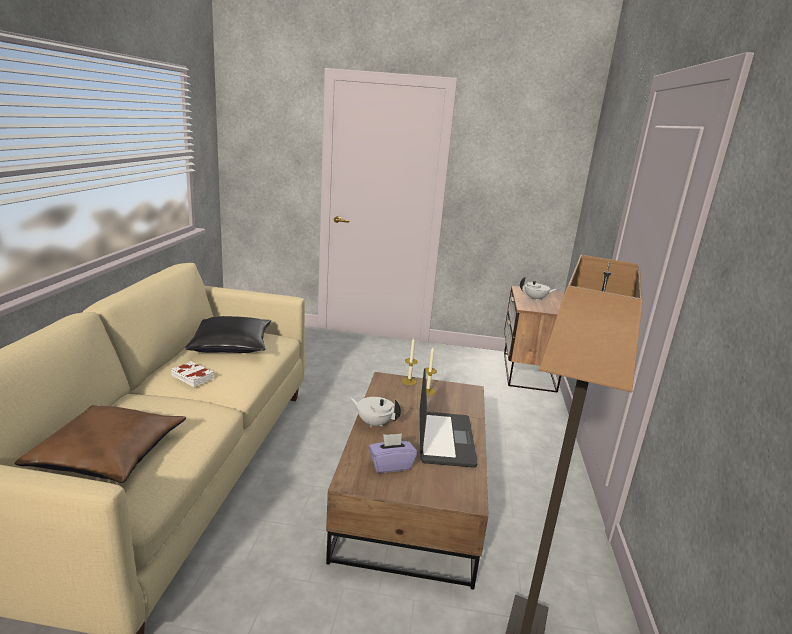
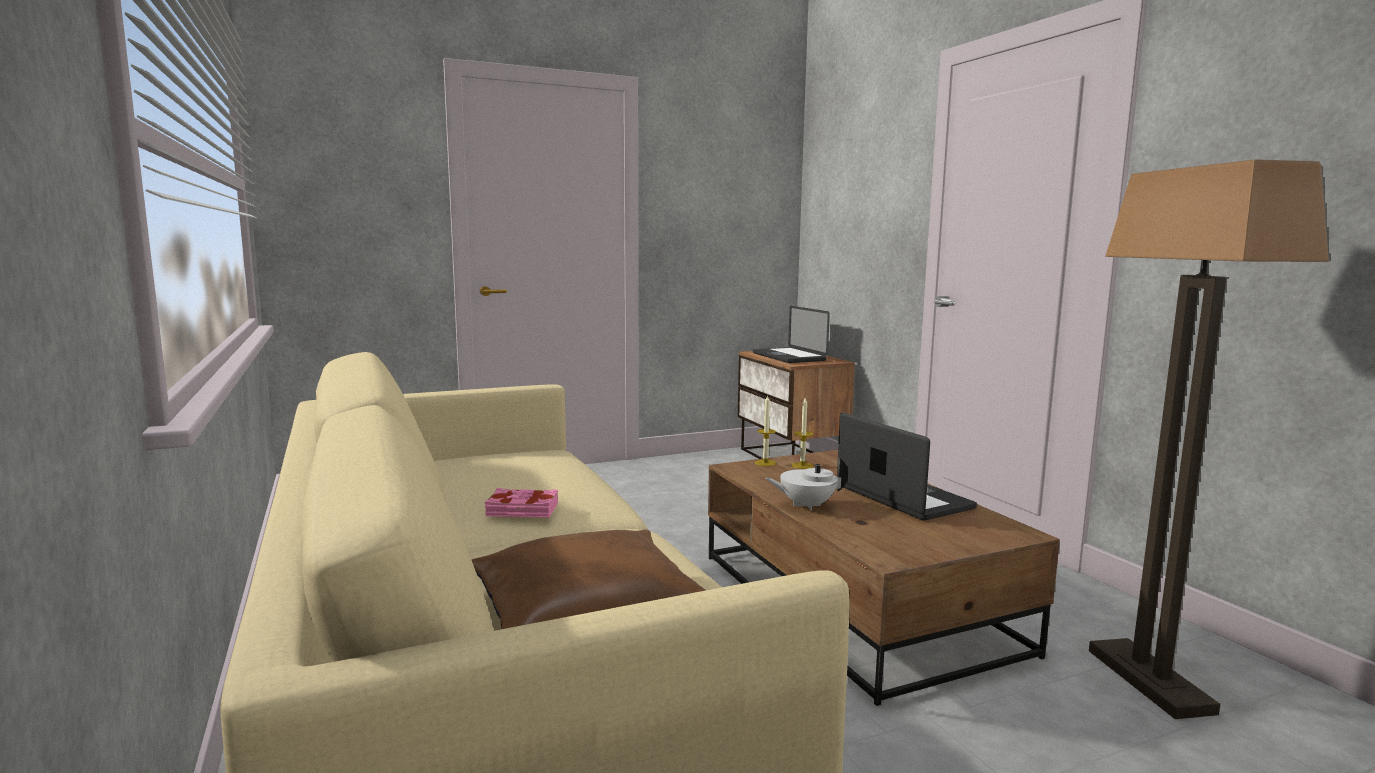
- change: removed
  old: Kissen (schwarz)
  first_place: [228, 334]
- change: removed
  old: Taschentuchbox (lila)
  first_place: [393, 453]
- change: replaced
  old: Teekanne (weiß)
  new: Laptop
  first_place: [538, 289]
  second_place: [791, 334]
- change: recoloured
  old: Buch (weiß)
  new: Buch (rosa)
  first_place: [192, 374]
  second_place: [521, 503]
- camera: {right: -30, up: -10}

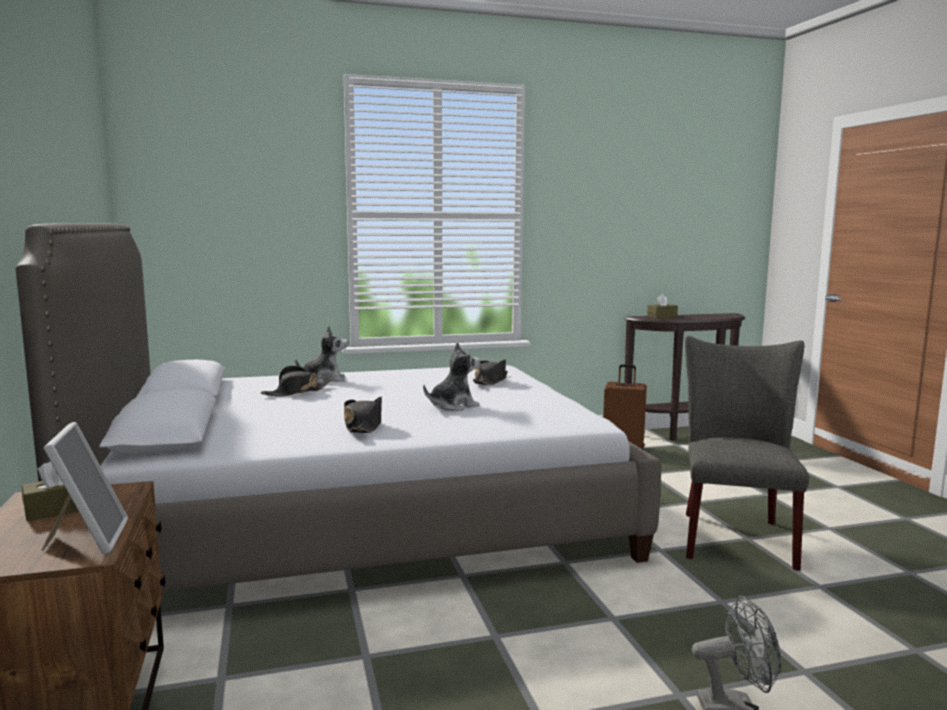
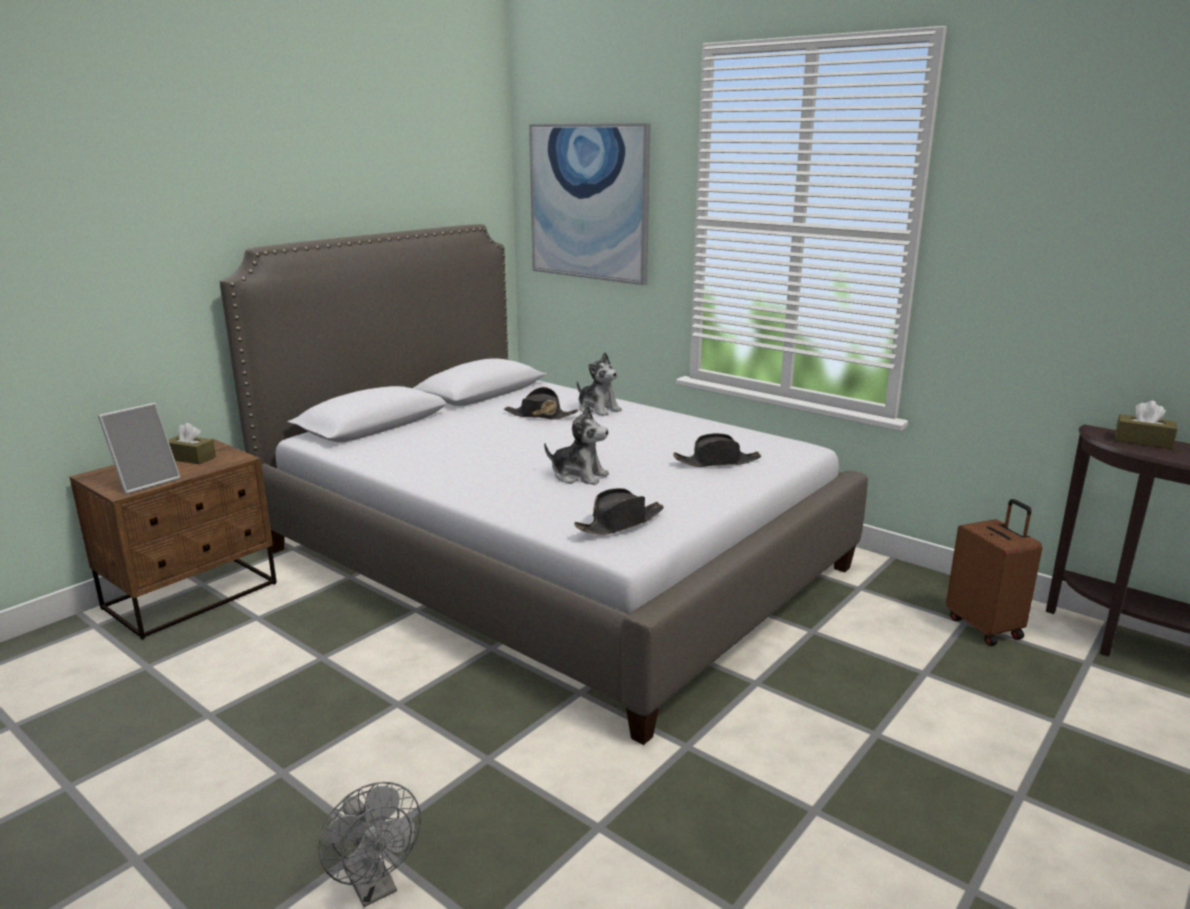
- change: removed
  old: Stuhl (grau)
  first_place: [747, 453]
- change: added
  new: Bild
  second_place: [590, 204]
- change: moved
  old: Hut (schwarz)
  first_place: [363, 414]
  second_place: [619, 511]
- camera: {right: 55, up: 10}

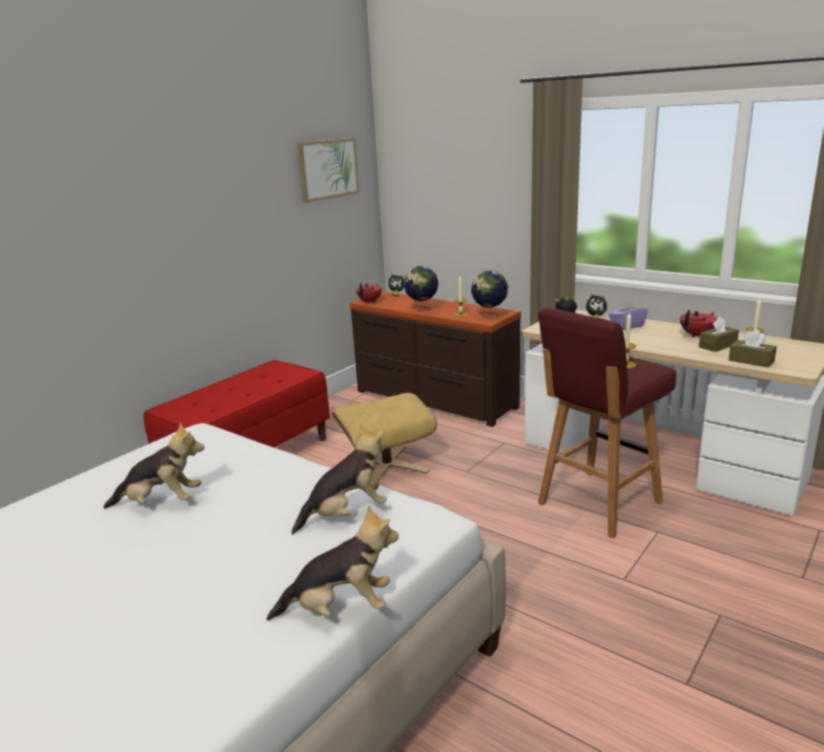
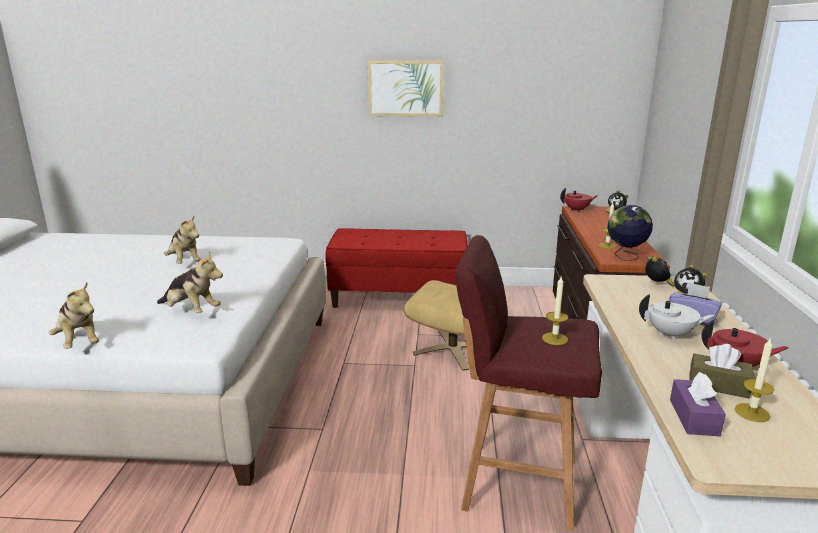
- change: removed
  old: Globus
  first_place: [421, 288]
- change: added
  new: Teekanne (weiß)
  second_place: [677, 317]
- change: moved
  old: Bild
  first_place: [328, 170]
  second_place: [405, 88]
- change: recoloured
  old: Taschentuchbox (braun)
  new: Taschentuchbox (lila)
  first_place: [753, 349]
  second_place: [698, 404]
- camera: {right: 55, up: 0}

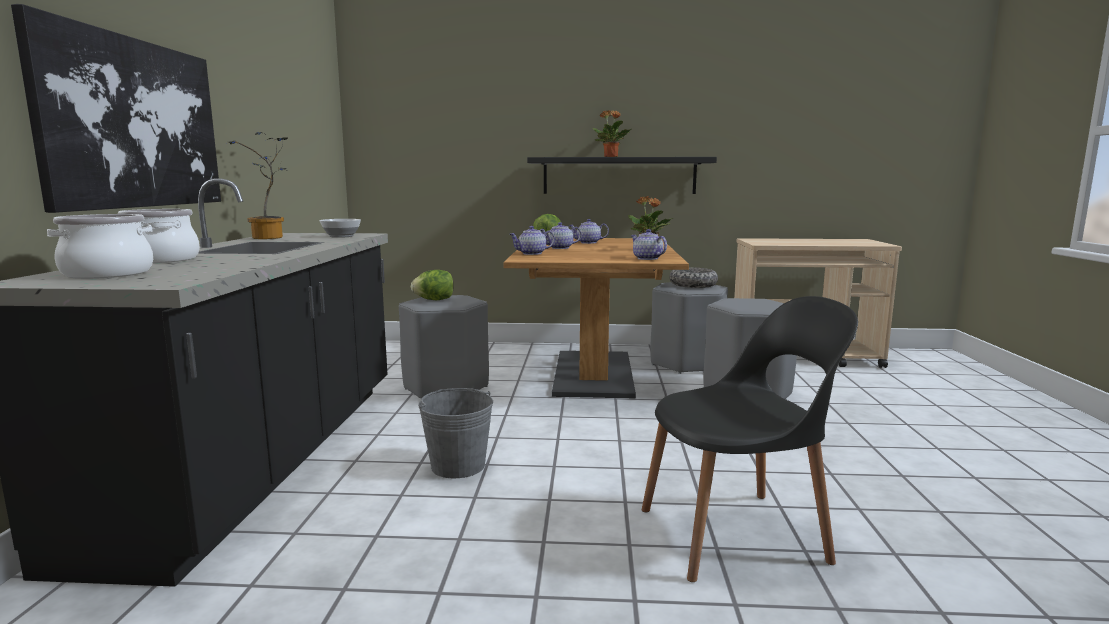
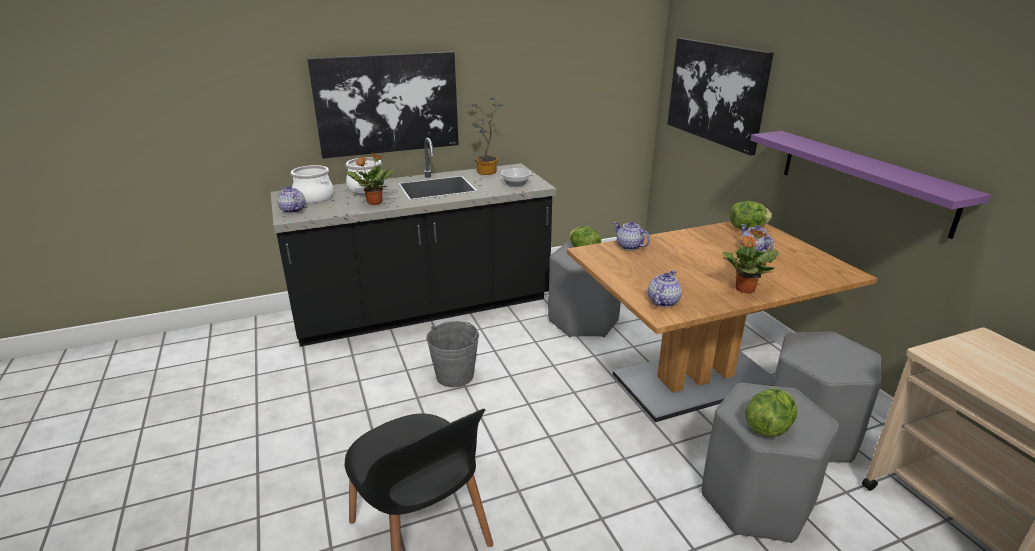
- change: removed
  old: Schüssel
  first_place: [693, 277]
- change: added
  new: Bild
  second_place: [721, 97]
- change: added
  new: Salatkopf
  second_place: [771, 413]
- change: moved
  old: Teekanne
  first_place: [560, 235]
  second_place: [291, 199]
- change: moved
  old: Topfpflanze
  first_place: [612, 133]
  second_place: [370, 178]
- change: recoloured
  old: Wandregal (schwarz)
  new: Wandregal (lila)
  first_place: [622, 175]
  second_place: [870, 185]
- camera: {right: 65, up: 15}

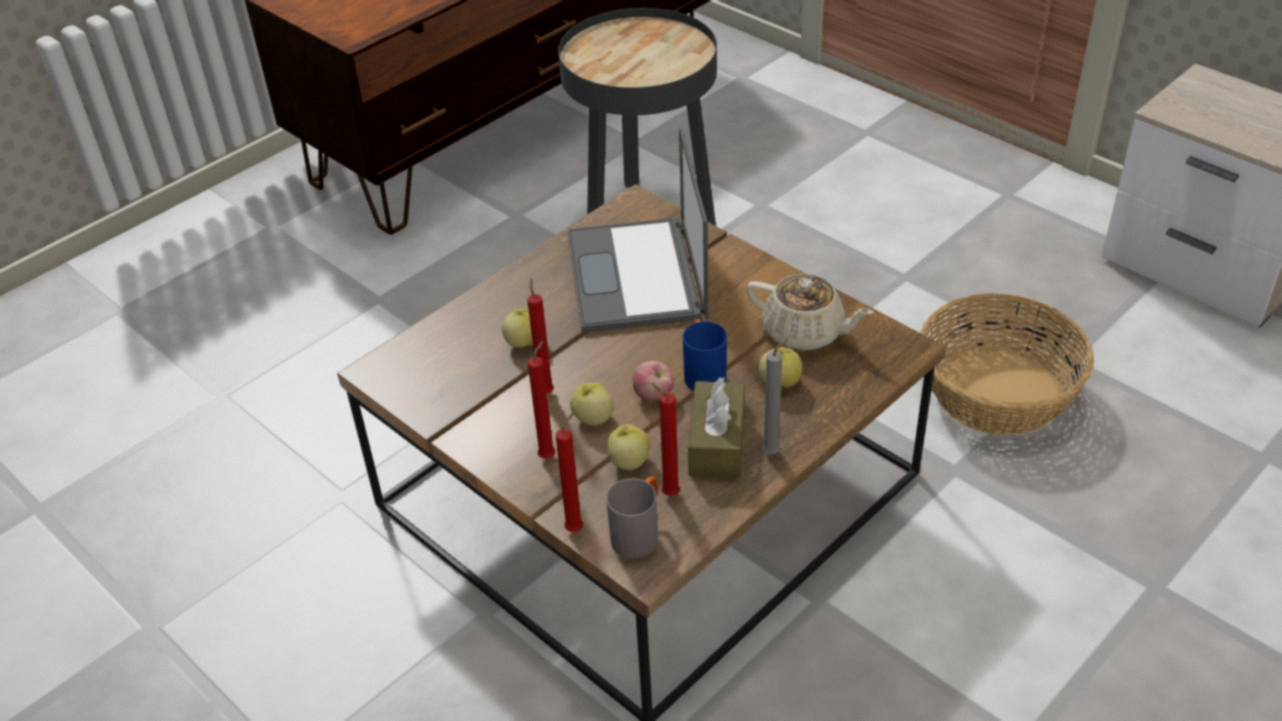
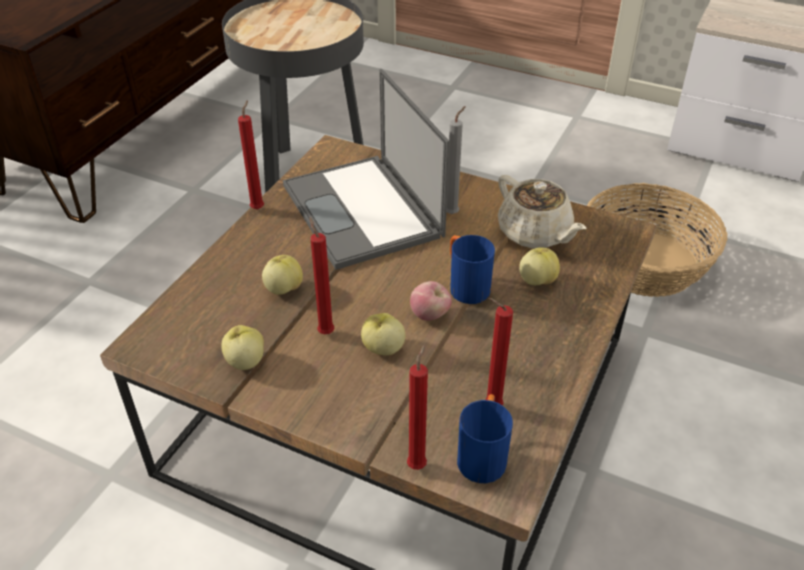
- change: removed
  old: Taschentuchbox (braun)
  first_place: [716, 428]
- change: moved
  old: Kerze (rot)
  first_place: [542, 400]
  second_place: [251, 155]
- change: moved
  old: Apfel
  first_place: [628, 447]
  second_place: [242, 347]
- change: moved
  old: Kerze (grau)
  first_place: [775, 396]
  second_place: [456, 160]
- change: recoloured
  old: Henkelbecher (grau)
  new: Henkelbecher (blau)
  first_place: [632, 517]
  second_place: [485, 438]
- change: turned
  old: Teekanne (beige)
  first_place: [809, 312]
  second_place: [542, 212]
  degrees: 45
- camera: {right: -20, up: 0}

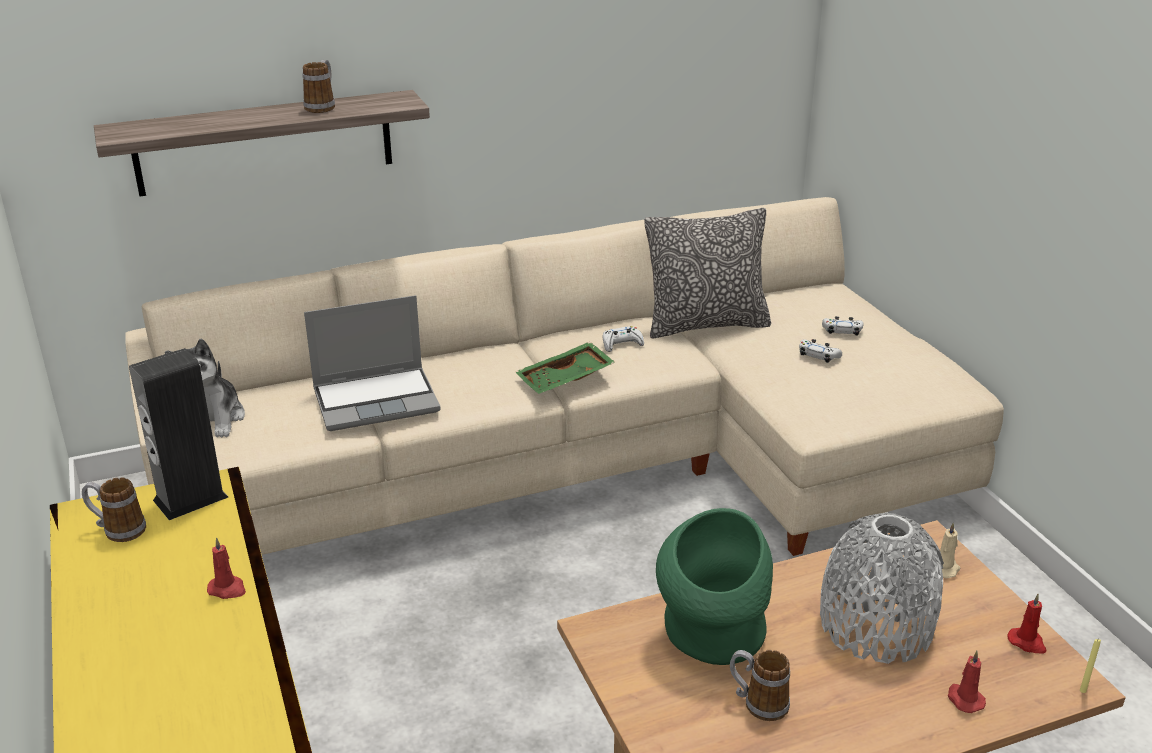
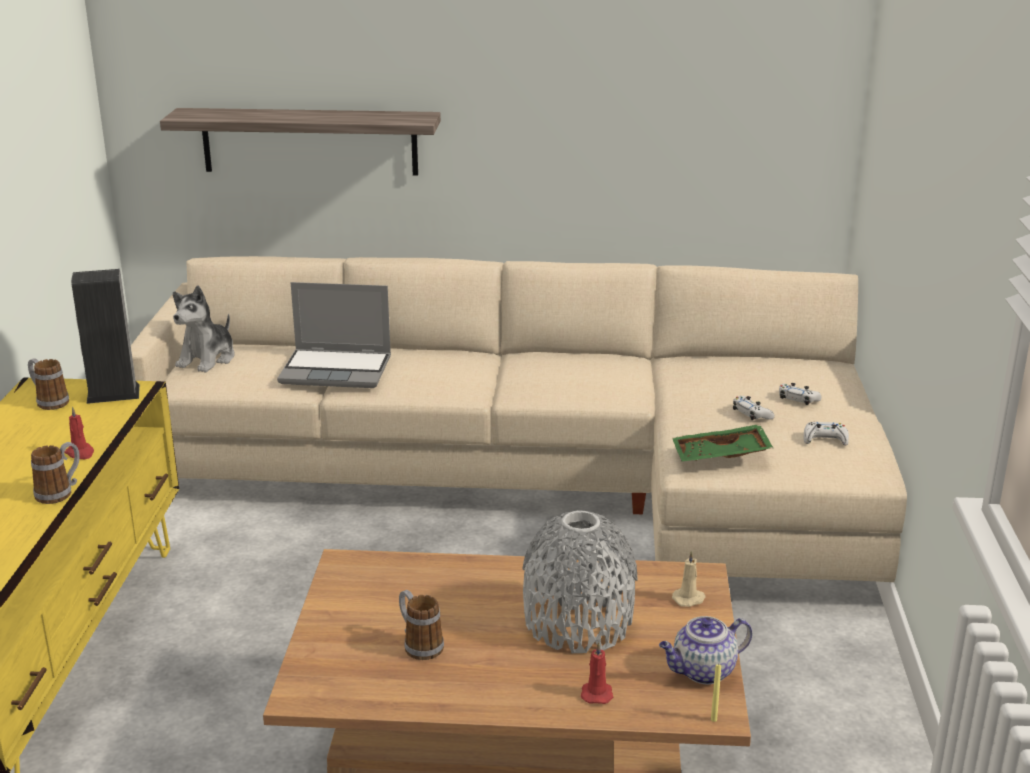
- change: removed
  old: Kissen
  first_place: [708, 273]
- change: removed
  old: Vase (grün)
  first_place: [714, 586]
- change: moved
  old: Henkelbecher
  first_place: [319, 86]
  second_place: [55, 473]
- change: moved
  old: Tablett (grün)
  first_place: [565, 368]
  second_place: [722, 442]
- change: moved
  old: Gamepad (weiß)
  first_place: [623, 339]
  second_place: [826, 434]
- change: replaced
  old: Kerze (rot)
  new: Teekanne
  first_place: [1026, 624]
  second_place: [705, 650]
- camera: {right: 25, up: -5}

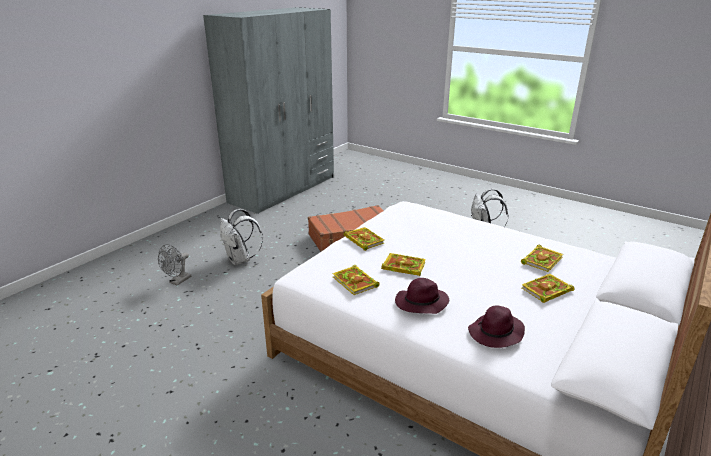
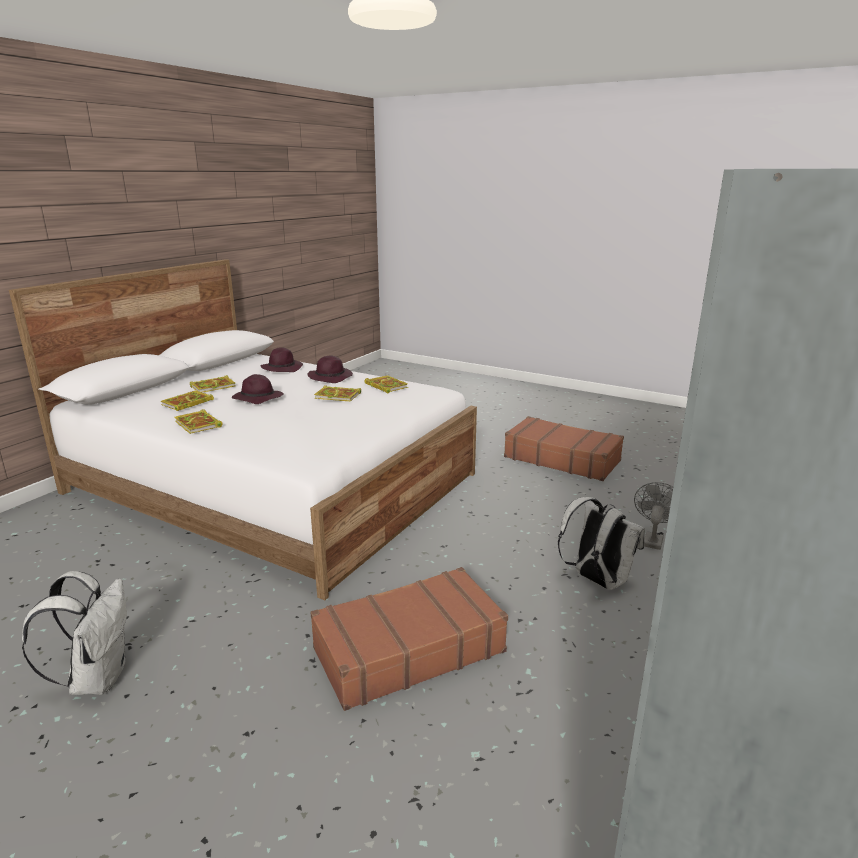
- change: added
  new: Hut (lila)
  second_place: [258, 389]
- change: added
  new: Koffer (braun)
  second_place: [564, 448]
- change: moved
  old: Buch
  first_place: [364, 239]
  second_place: [198, 421]
- camera: {right: 175, up: -5}

